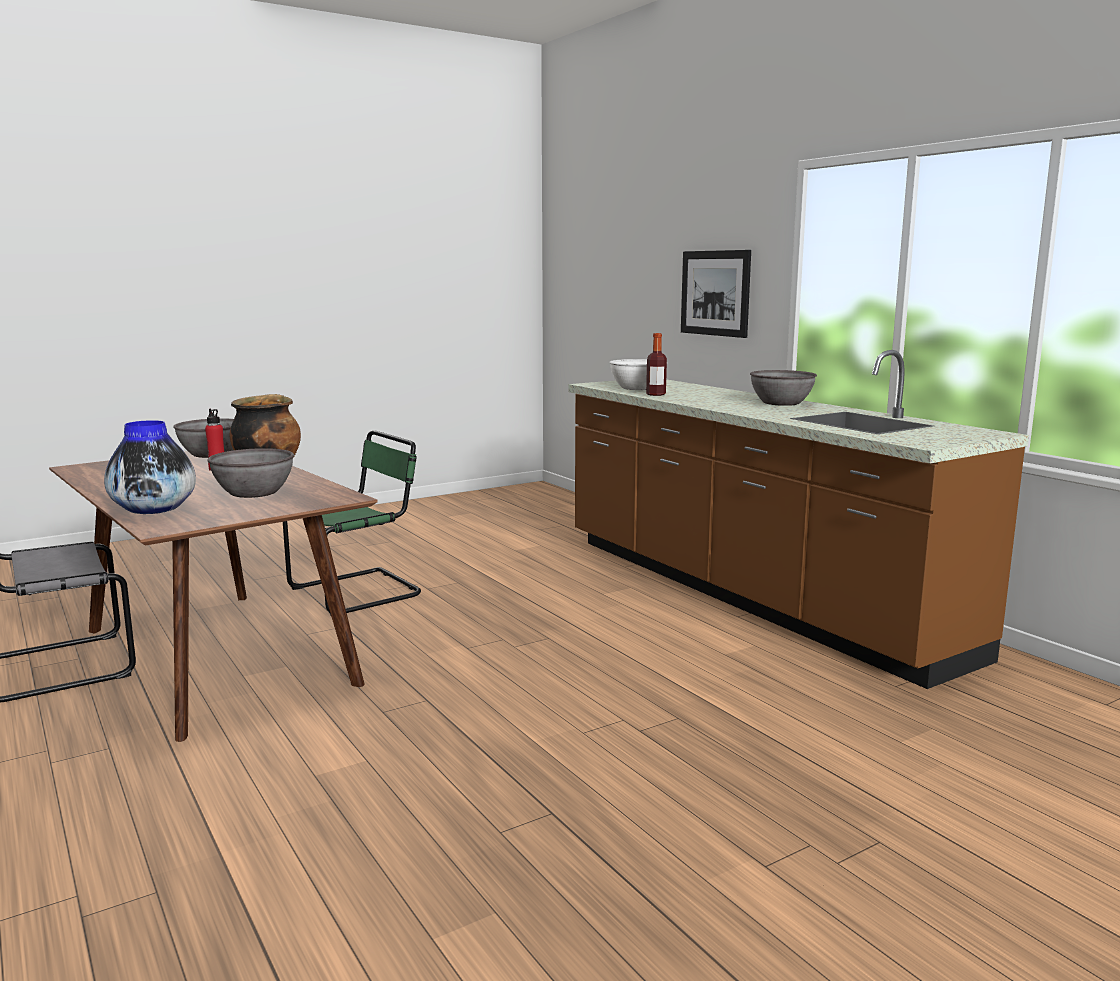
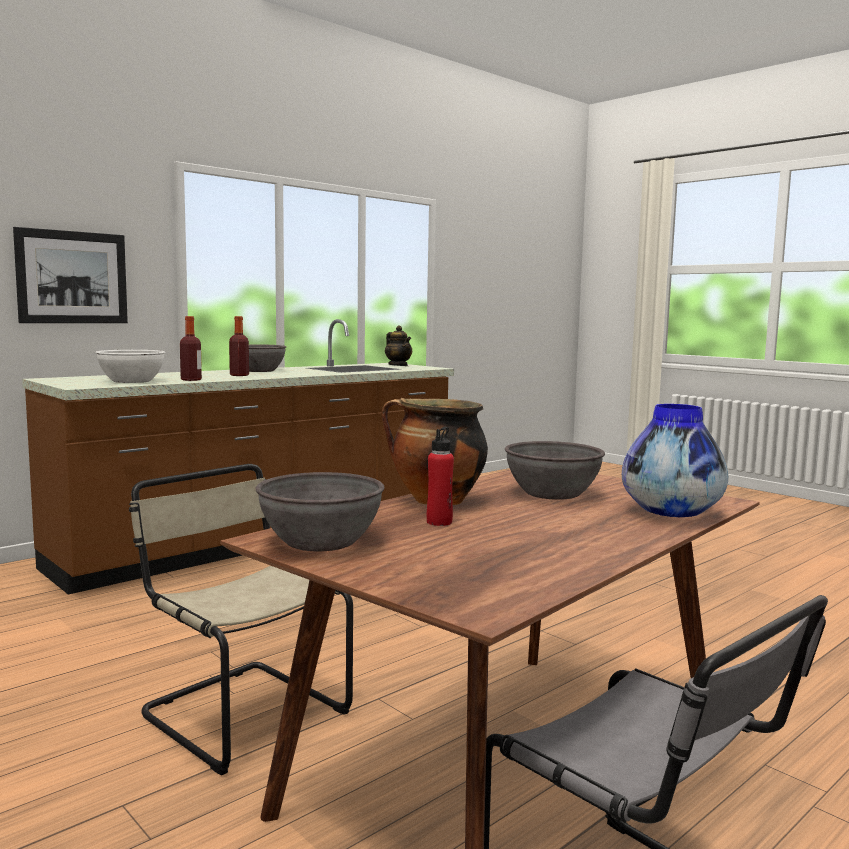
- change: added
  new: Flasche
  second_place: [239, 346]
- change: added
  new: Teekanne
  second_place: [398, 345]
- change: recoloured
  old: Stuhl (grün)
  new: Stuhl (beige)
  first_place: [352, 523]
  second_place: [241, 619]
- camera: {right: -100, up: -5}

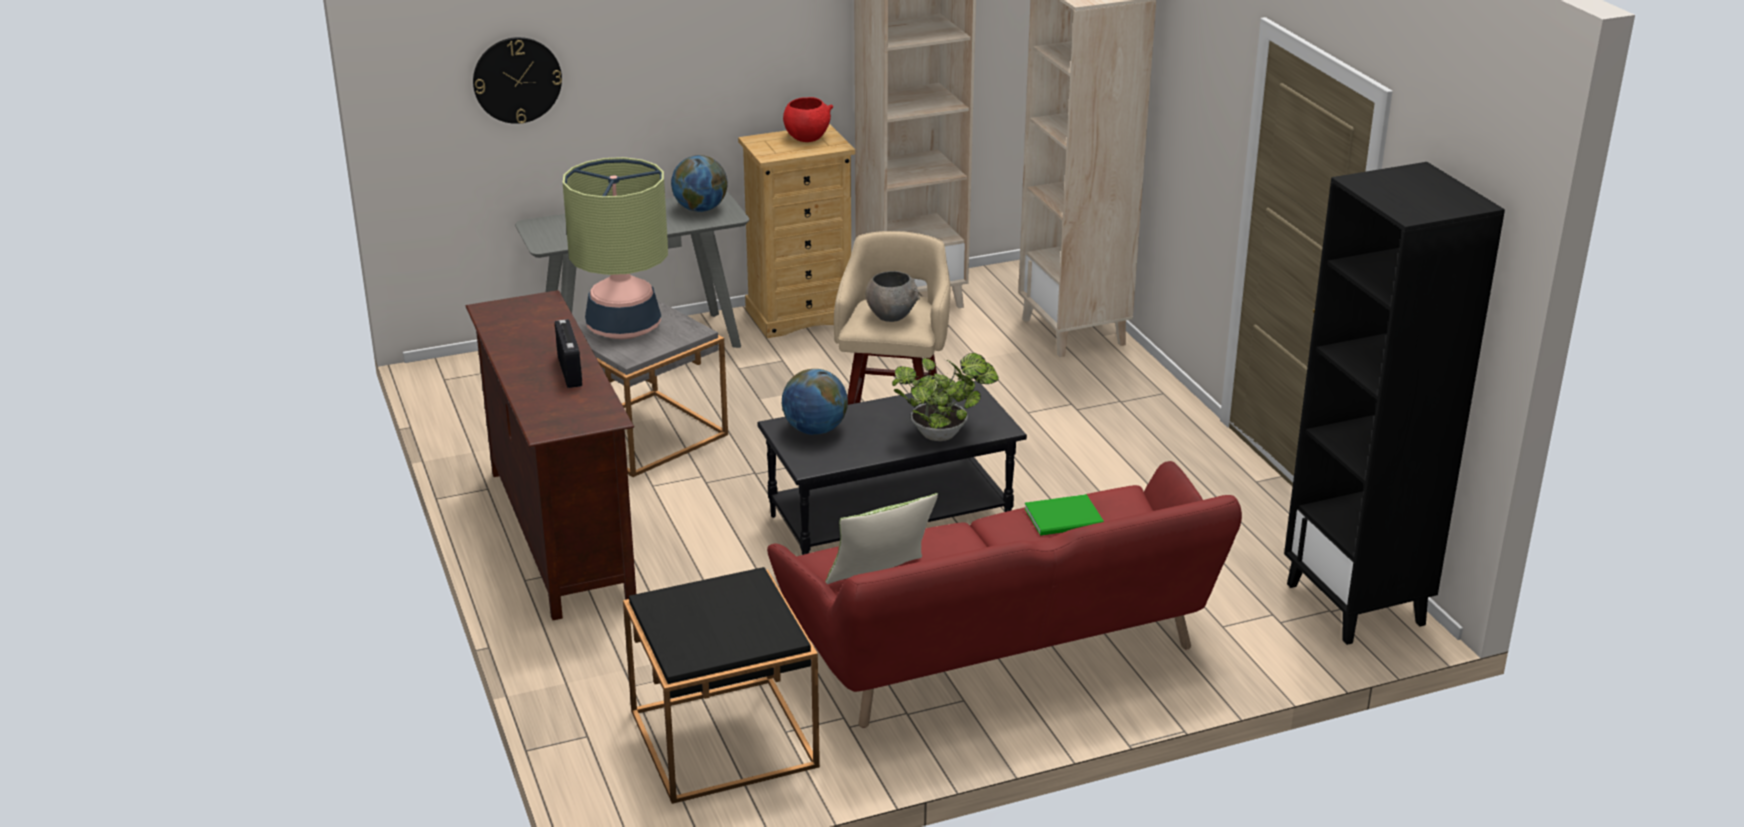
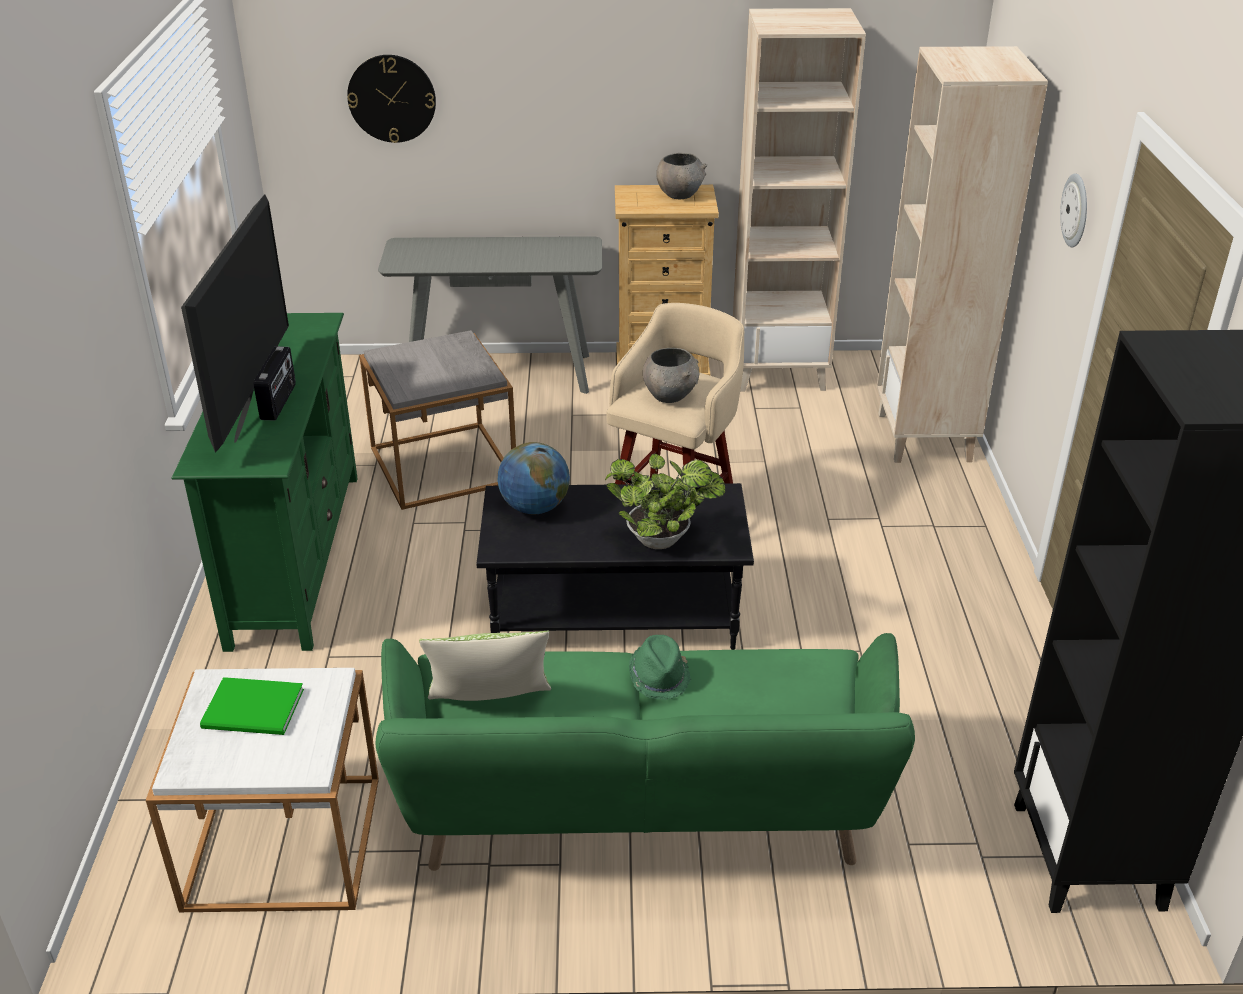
- change: removed
  old: Tischlampe
  first_place: [615, 248]
- change: removed
  old: Globus
  first_place: [699, 183]
- change: added
  new: Fernseher
  second_place: [235, 323]
- change: added
  new: Hut (grün)
  second_place: [660, 667]
- change: added
  new: Wanduhr
  second_place: [1073, 210]
- change: moved
  old: Buch (grün)
  first_place: [1064, 515]
  second_place: [252, 706]
- change: recoloured
  old: Fernsehschrank (braun)
  new: Fernsehschrank (grün)
  first_place: [550, 455]
  second_place: [264, 482]
- change: recoloured
  old: Beistelltisch (schwarz)
  new: Beistelltisch (weiß)
  first_place: [721, 685]
  second_place: [262, 790]
- change: recoloured
  old: Sofa (rot)
  new: Sofa (grün)
  first_place: [1004, 594]
  second_place: [645, 752]
- change: recoloured
  old: Schüssel (rot)
  new: Schüssel (grau)
  first_place: [808, 119]
  second_place: [681, 176]
- camera: {right: 20, up: 5}

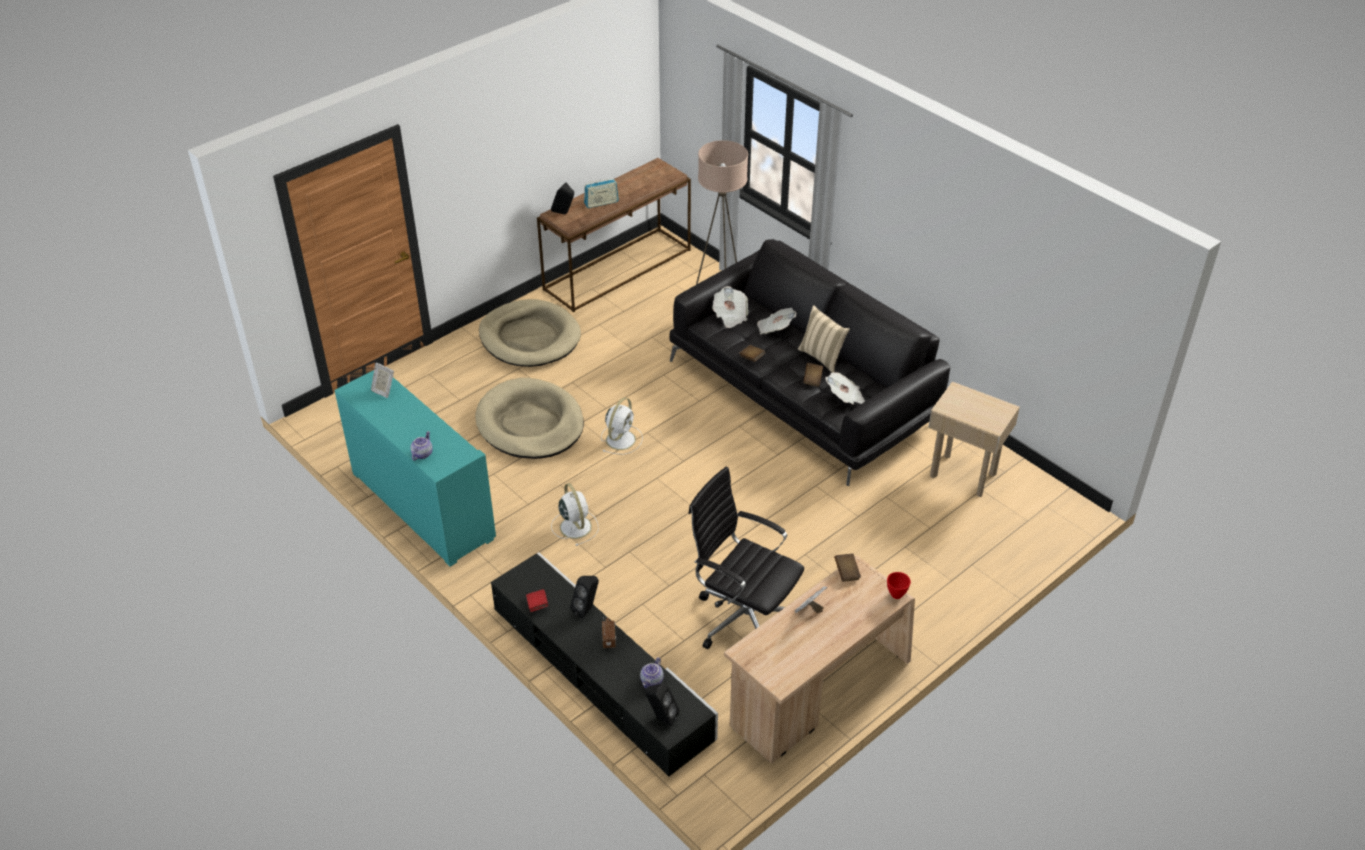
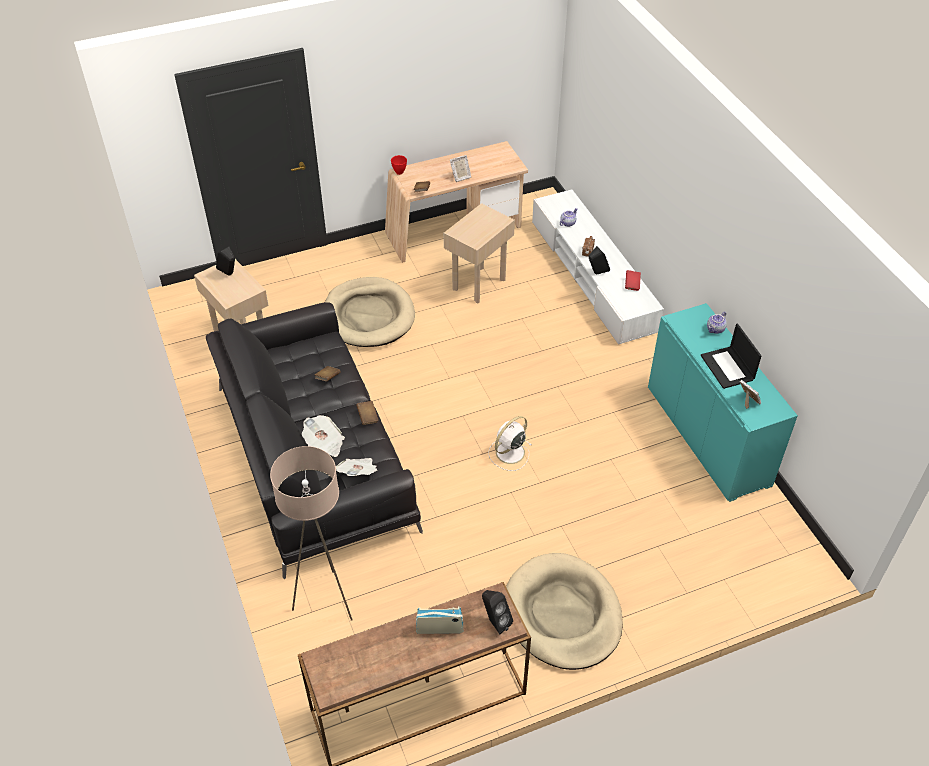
- change: removed
  old: Ventilator (weiß)
  first_place: [575, 514]
- change: removed
  old: Kissen (beige)
  first_place: [824, 339]
- change: removed
  old: Zeitung
  first_place: [845, 388]
- change: added
  new: Laptop
  second_place: [731, 356]
- change: moved
  old: Hundebett (beige)
  first_place: [529, 418]
  second_place: [370, 312]
- change: moved
  old: Lautsprecher (schwarz)
  first_place: [662, 705]
  second_place: [225, 260]
- change: replaced
  old: Bürostuhl (schwarz)
  new: Beistelltisch (beige)
  first_place: [746, 558]
  second_place: [479, 253]
- change: recoloured
  old: Fernsehschrank (schwarz)
  new: Fernsehschrank (weiß)
  first_place: [604, 664]
  second_place: [598, 267]
- camera: {right: -160, up: 5}

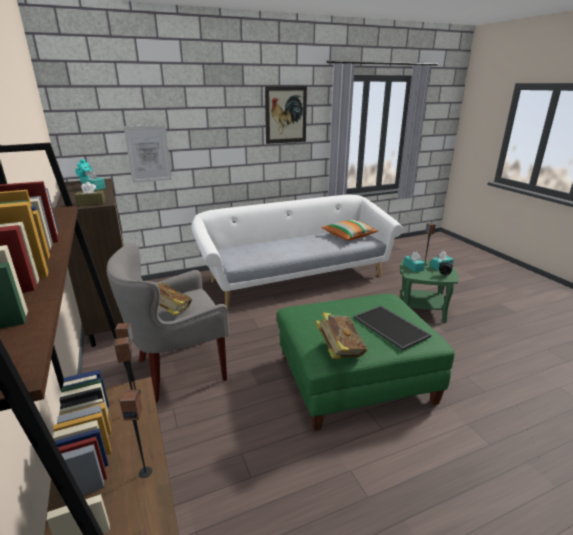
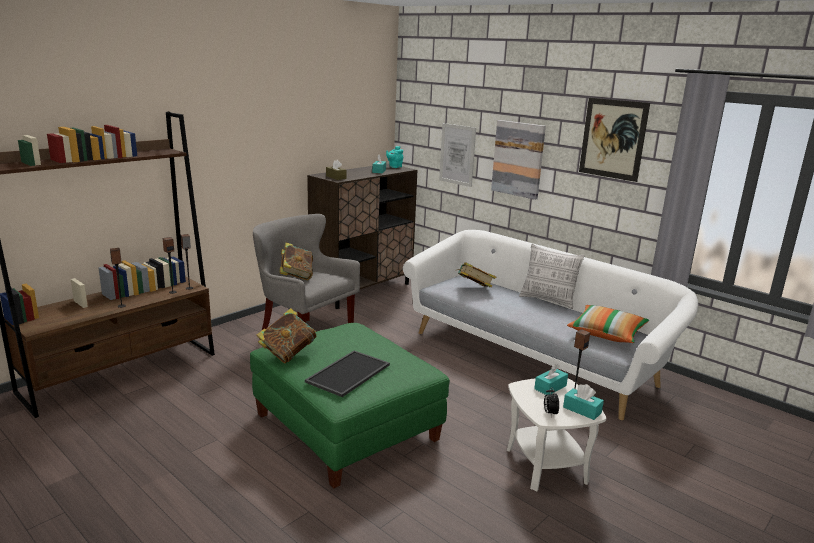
- change: added
  new: Buch
  second_place: [476, 274]
- change: added
  new: Bild
  second_place: [518, 160]
- change: added
  new: Kissen
  second_place: [552, 276]
- change: recoloured
  old: Beistelltisch (grün)
  new: Beistelltisch (weiß)
  first_place: [429, 291]
  second_place: [556, 434]
- camera: {right: 65, up: -5}

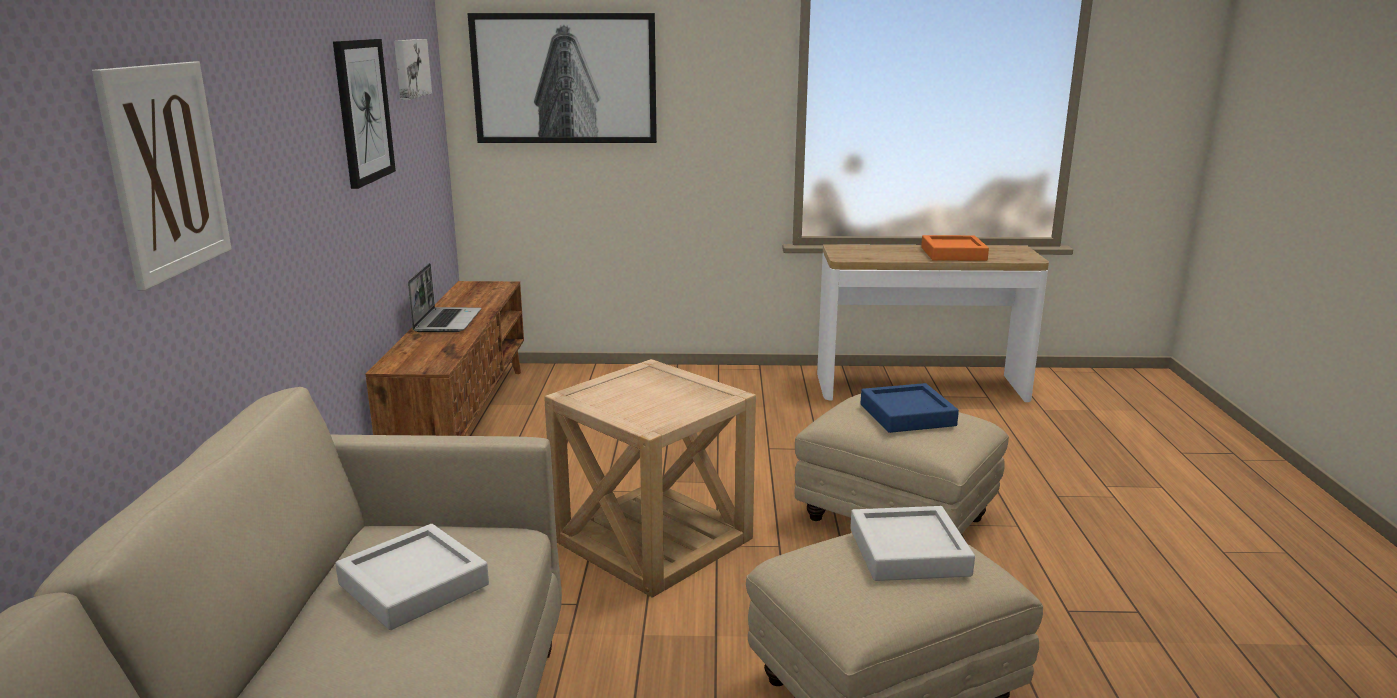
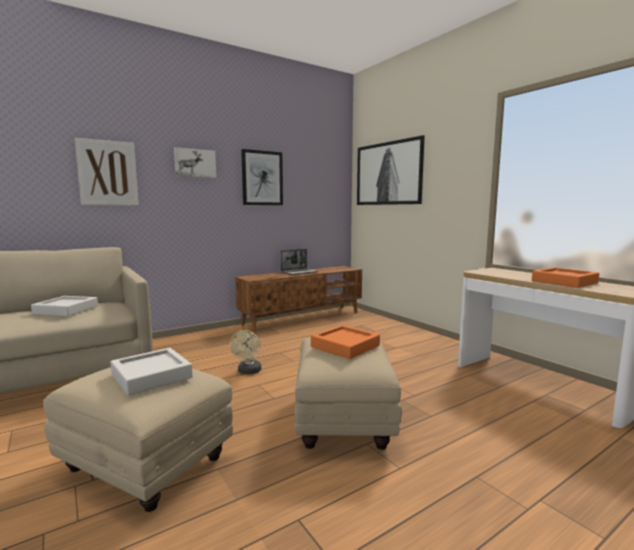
- change: moved
  old: Bild
  first_place: [413, 69]
  second_place: [195, 162]
- change: replaced
  old: Beistelltisch (beige)
  new: Ventilator (beige)
  first_place: [650, 478]
  second_place: [246, 352]
- change: recoloured
  old: Tablett (blau)
  new: Tablett (orange)
  first_place: [909, 408]
  second_place: [345, 342]
- camera: {right: 55, up: -10}

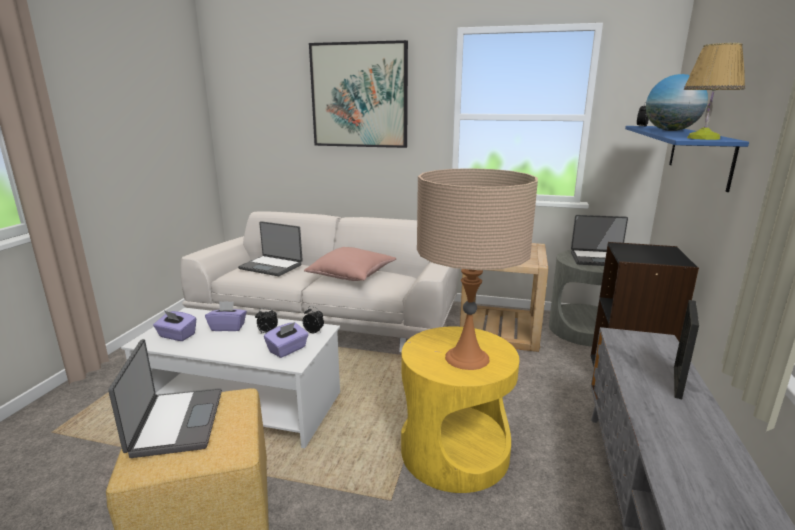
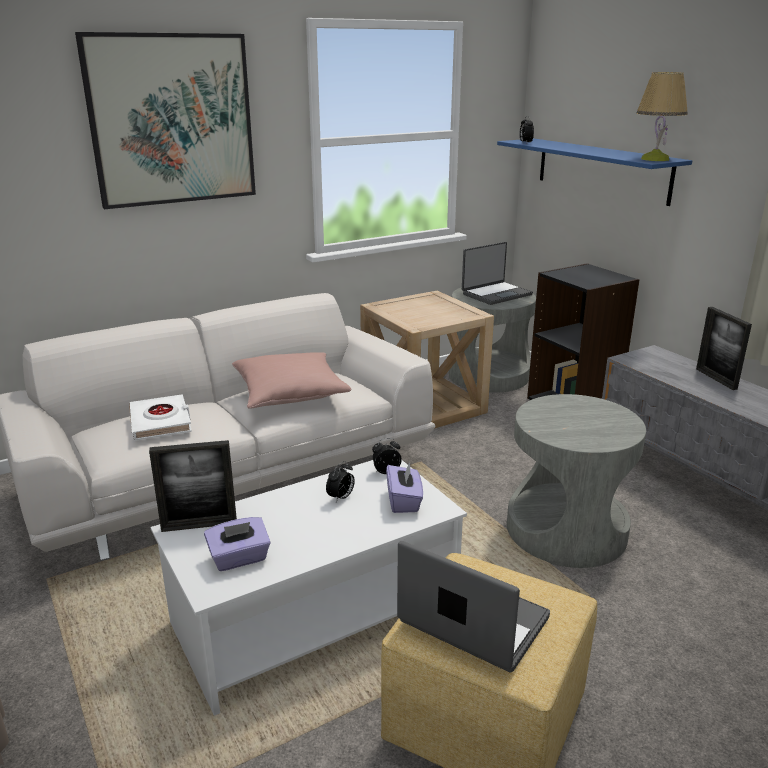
- change: removed
  old: Taschentuchbox (lila)
  first_place: [226, 316]
- change: removed
  old: Tischlampe (beige)
  first_place: [477, 269]
- change: removed
  old: Globus
  first_place: [677, 102]
- change: added
  new: Bilderrahmen
  second_place: [193, 486]
- change: replaced
  old: Laptop
  new: Buch (weiß)
  first_place: [270, 248]
  second_place: [160, 417]
- change: recoloured
  old: Beistelltisch (gelb)
  new: Beistelltisch (grau)
  first_place: [460, 409]
  second_place: [576, 481]
- camera: {right: -45, up: 5}

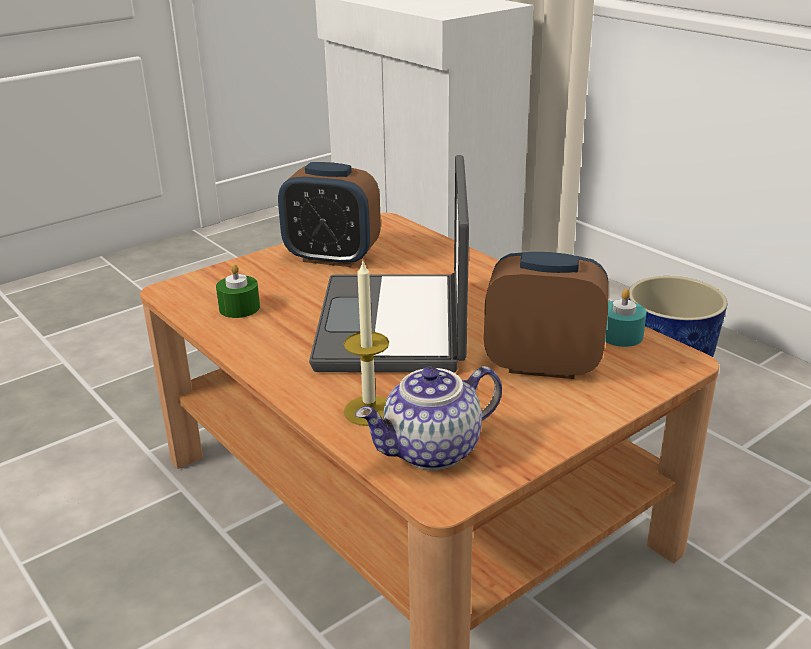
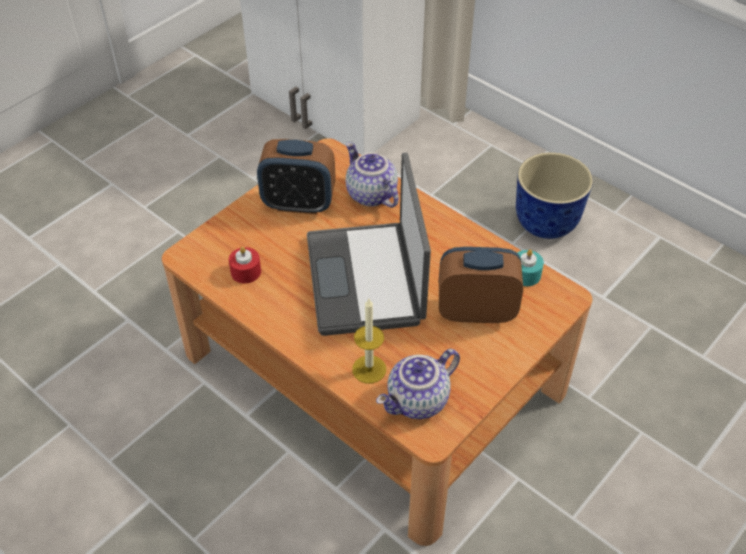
- change: added
  new: Teekanne
  second_place: [372, 175]
- change: recoloured
  old: Kerze (grün)
  new: Kerze (rot)
  first_place: [238, 291]
  second_place: [245, 265]
- camera: {right: -10, up: 20}

